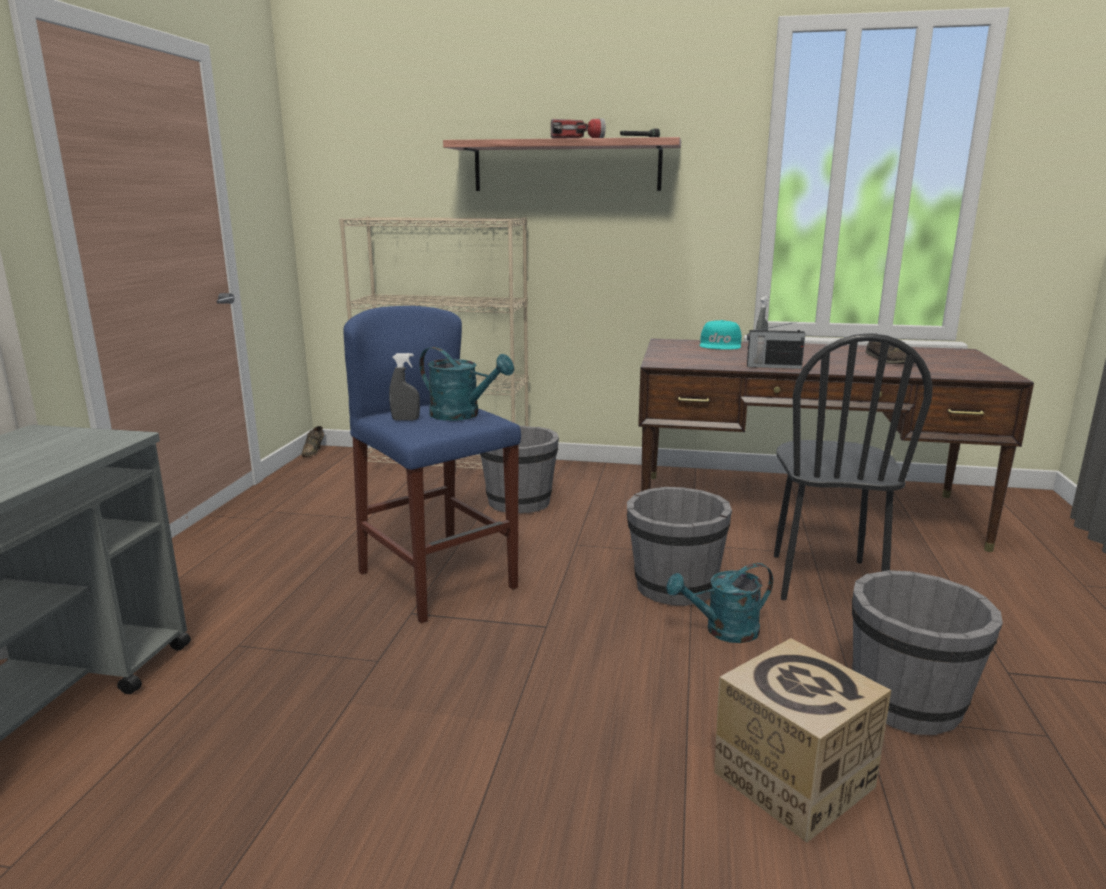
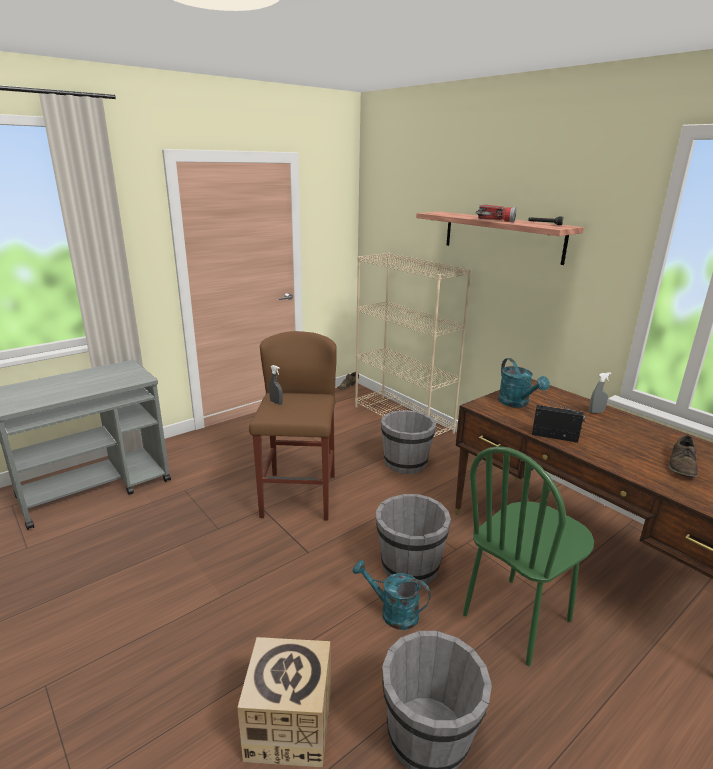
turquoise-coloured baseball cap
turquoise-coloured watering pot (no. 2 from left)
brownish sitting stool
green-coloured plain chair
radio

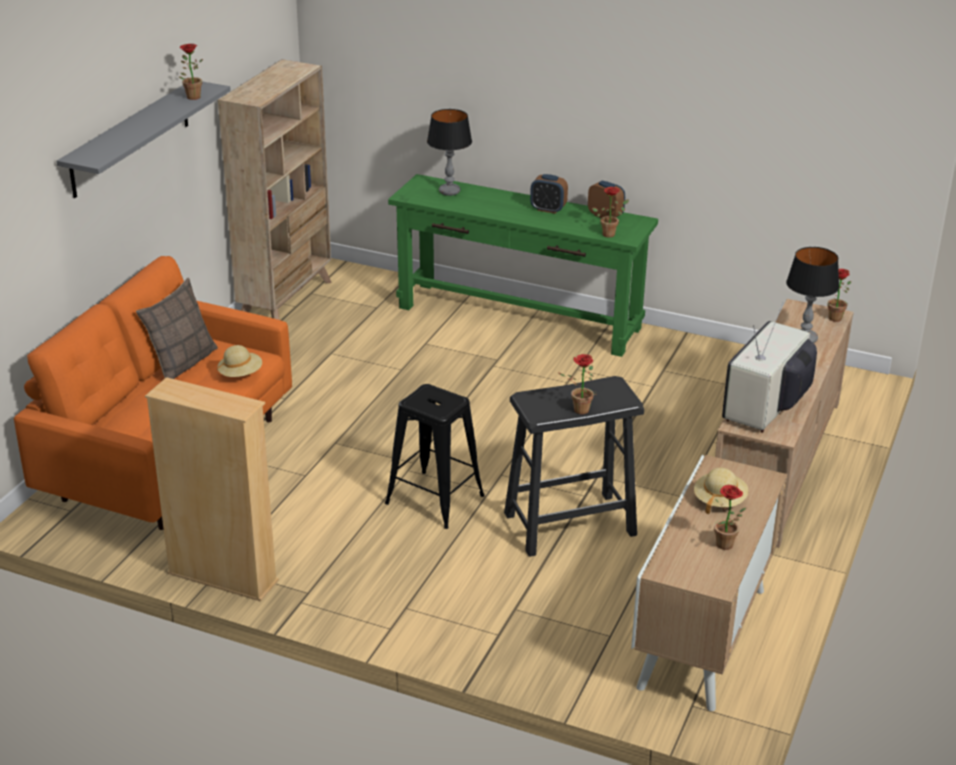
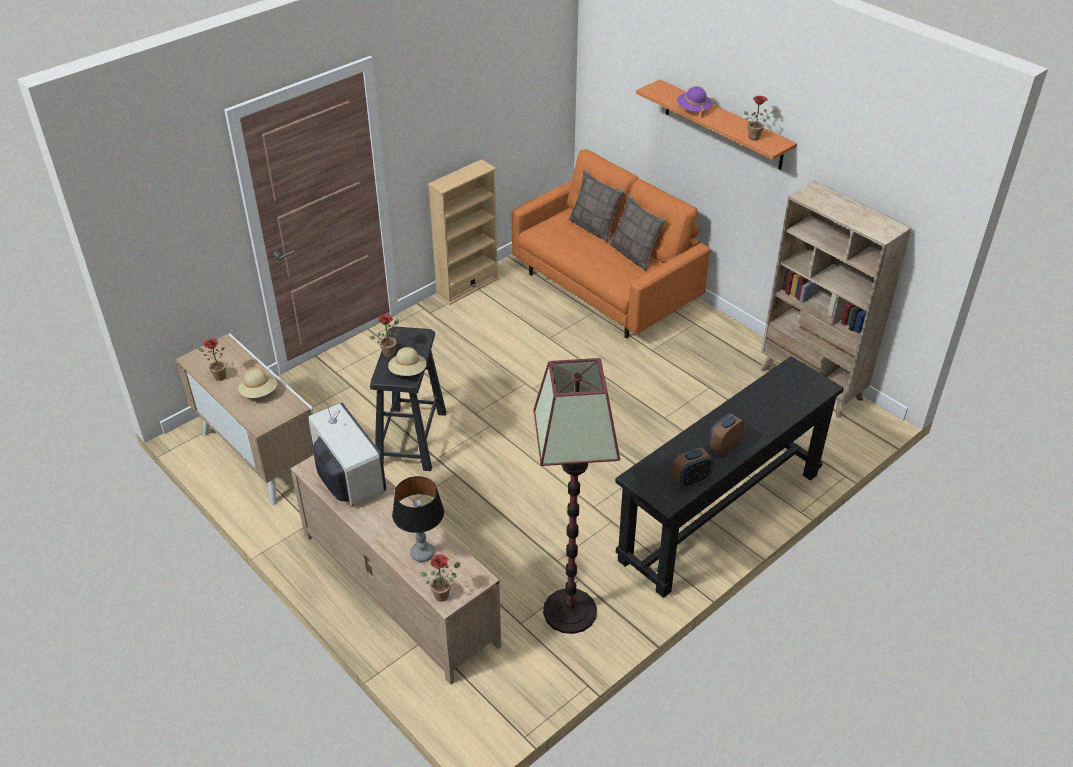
black sitting stool (no. 1 from left in the first image)
tabletop lamp (no. 1 from left in the first image)
potted plant (no. 3 from left in the first image)
floor lamp
cushion (no. 1 from left)
purplish clothing hat
beige clothing hat (no. 2 from left)
orange bracket shelf
black narrow table

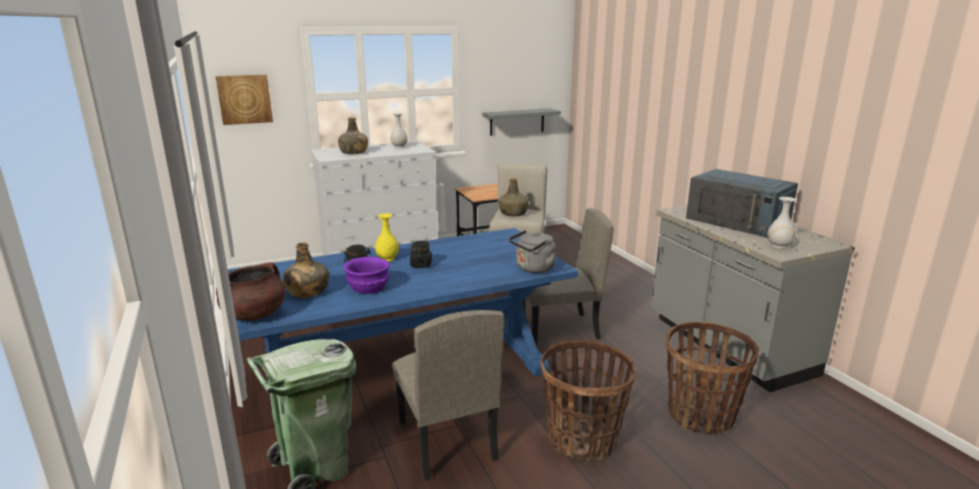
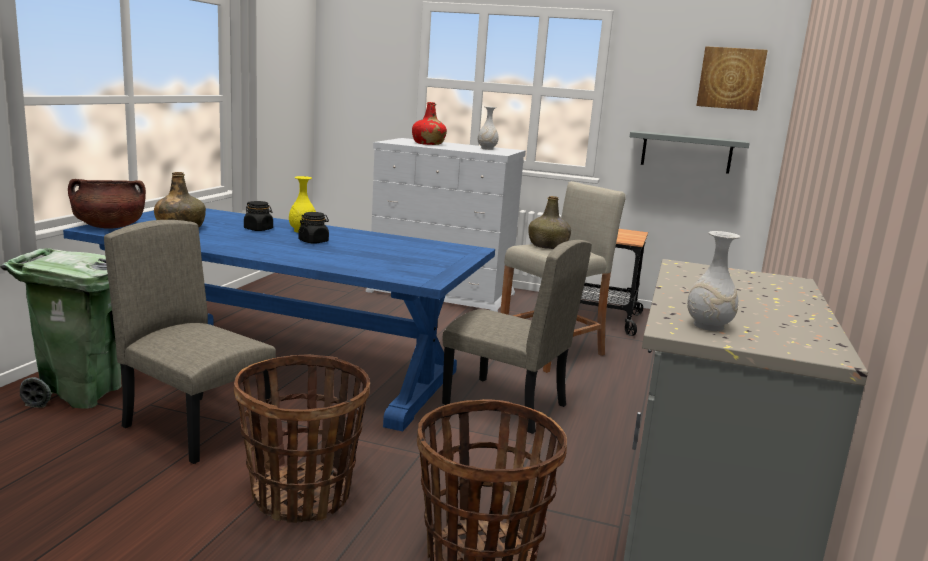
purplish deep dish
greyish water kettle
blue microwave
wall picture
red-coloured beverage bottle
beige plain chair (no. 1 from left)

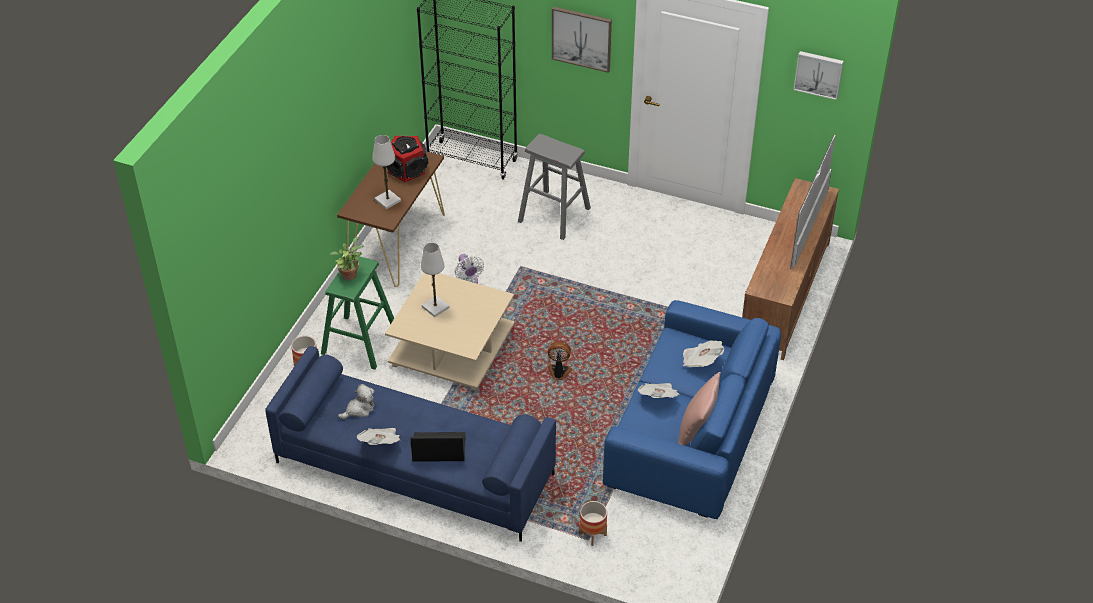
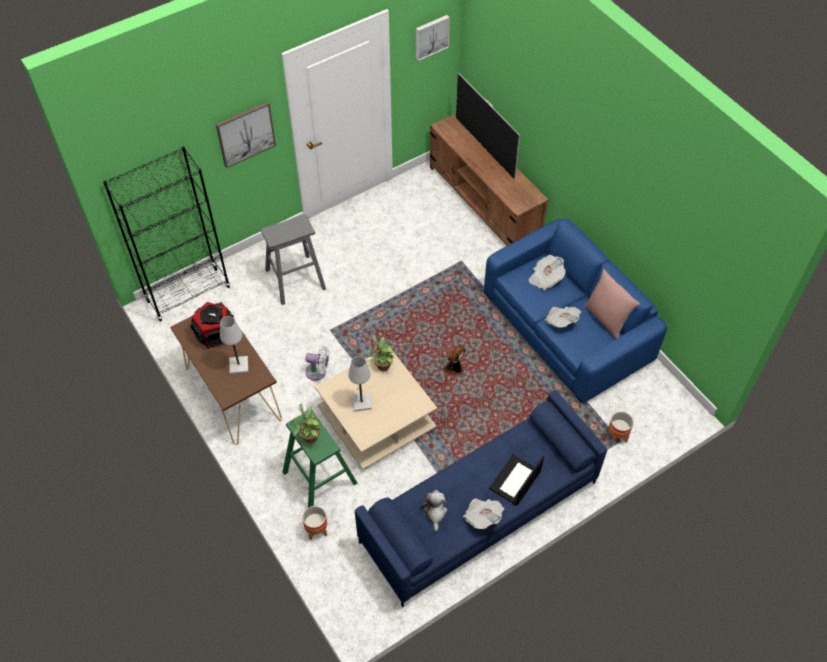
potted plant (no. 2 from left)

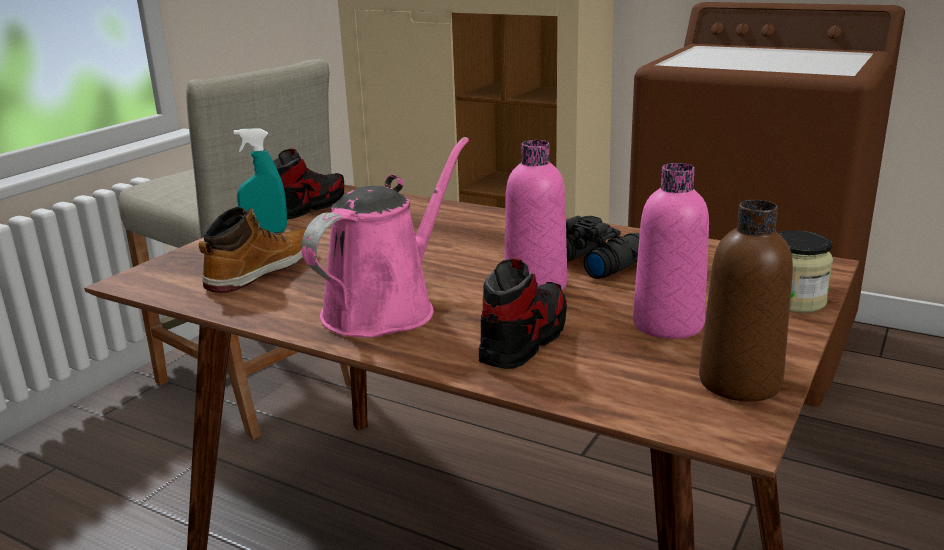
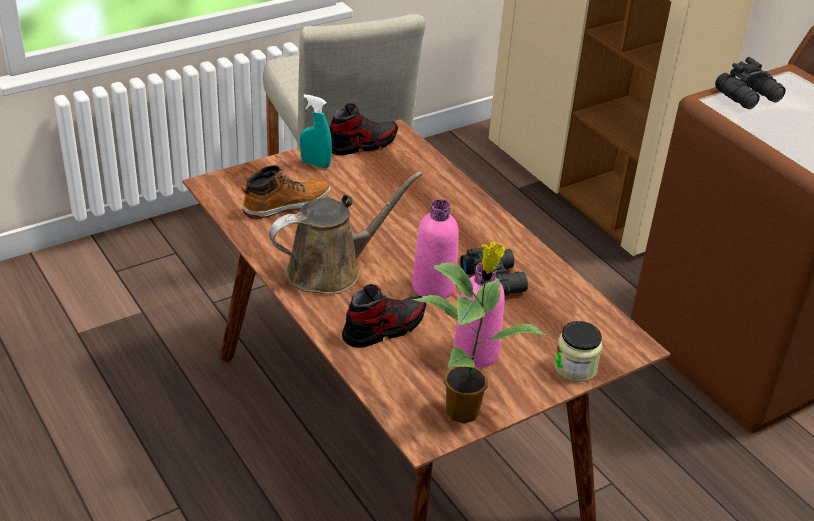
black field glasses (no. 2 from left)
potted plant
brownish watering pot

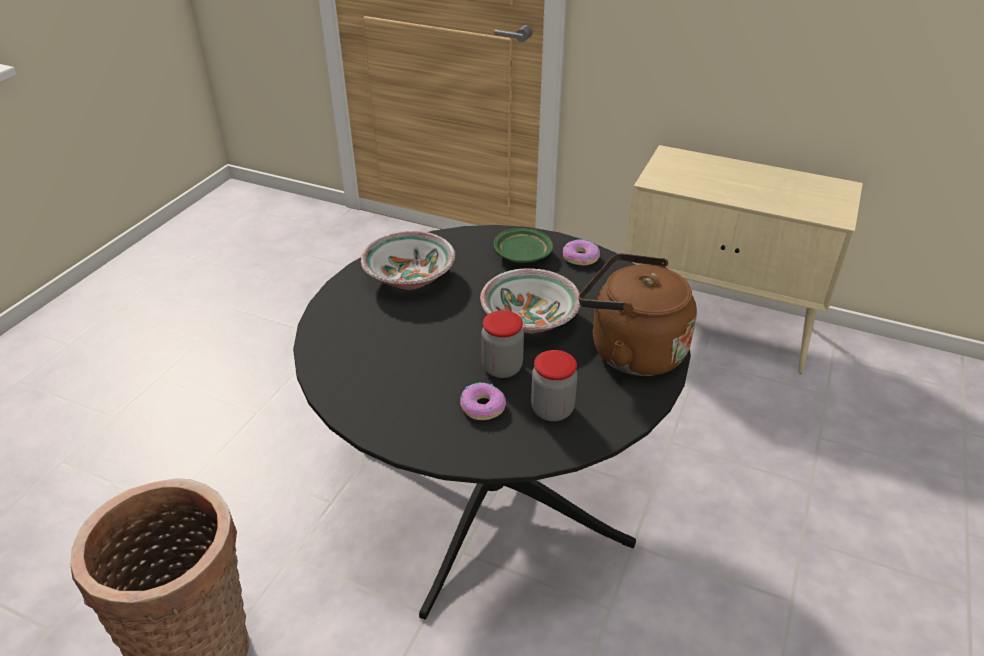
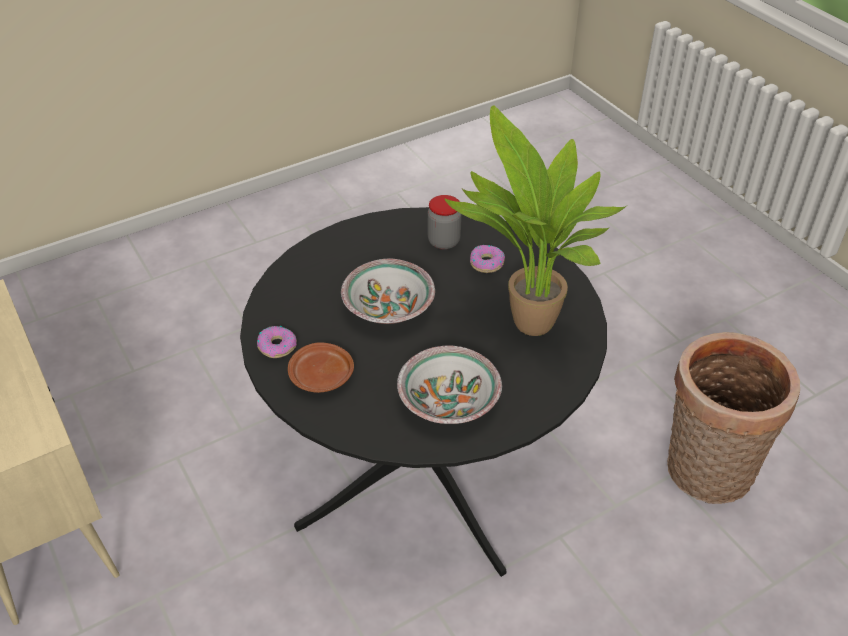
preserve jar (no. 1 from left in the first image)
brownish water kettle
potted plant
brownish dinner plate

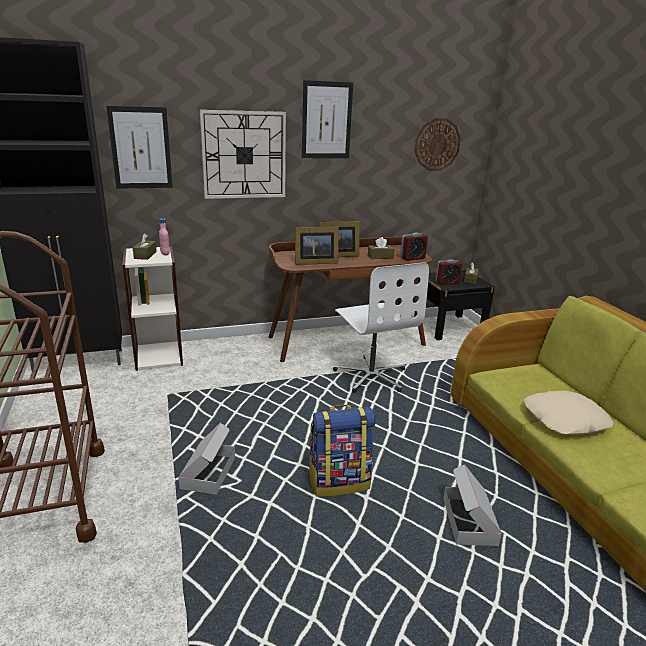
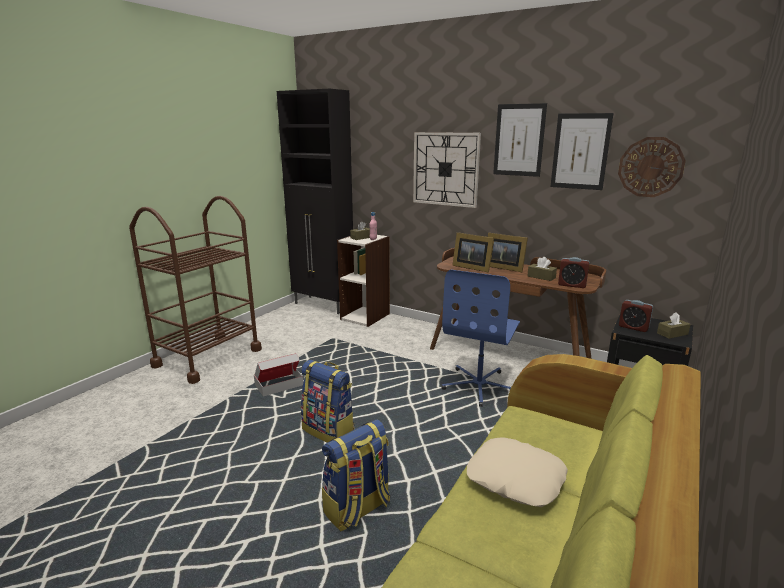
wall picture (no. 2 from left)
knapsack (no. 2 from left)
blue office chair

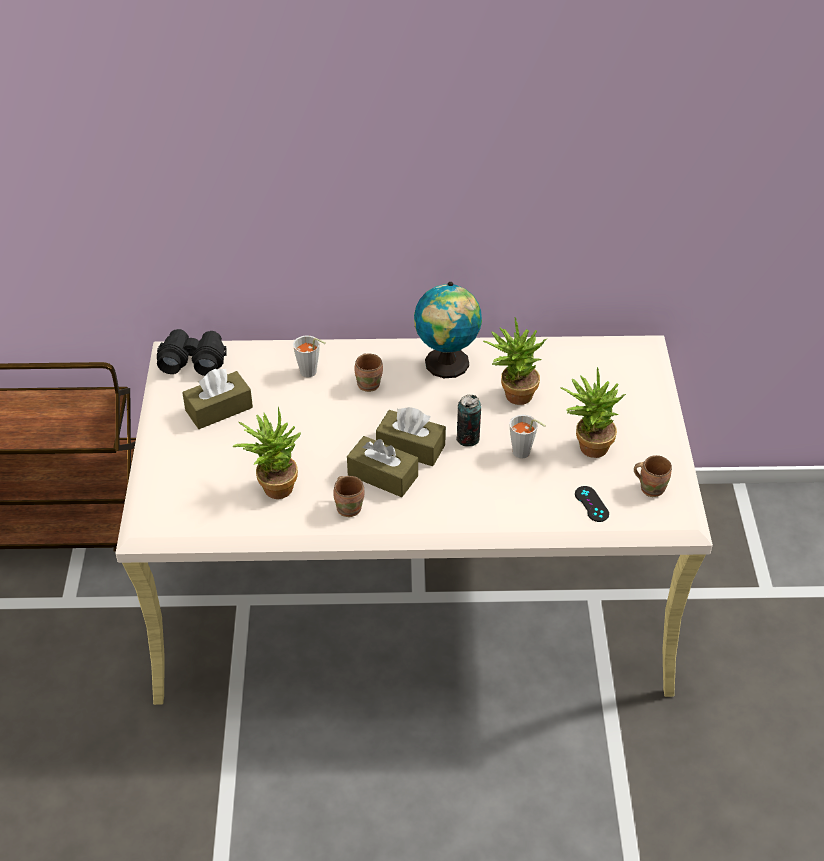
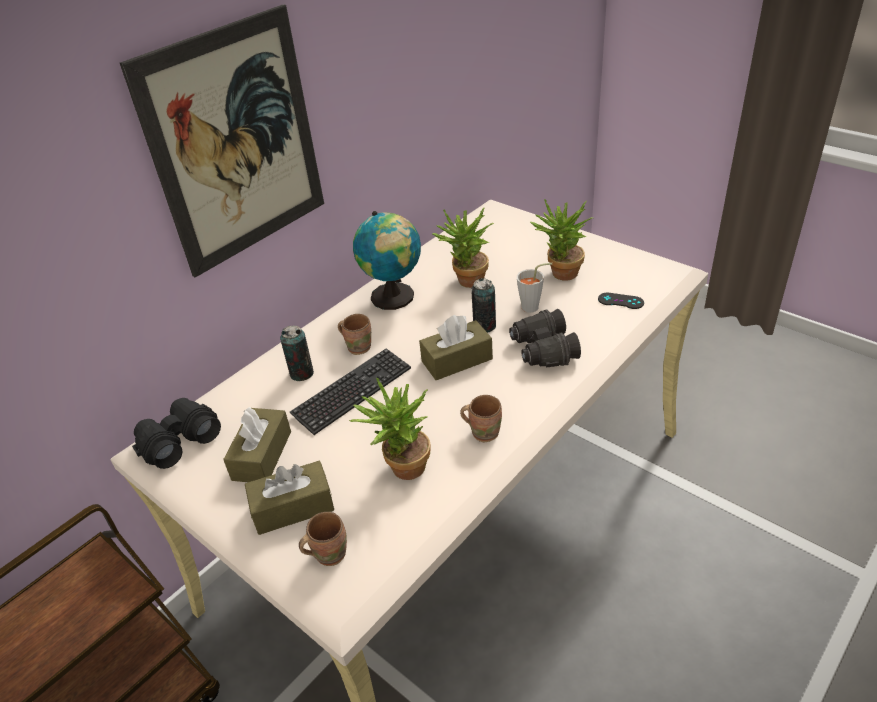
wall picture
PC keyboard
black field glasses (no. 2 from left)
brownish tissue box (no. 2 from left)
brownish mug (no. 1 from left)
can (no. 1 from left)

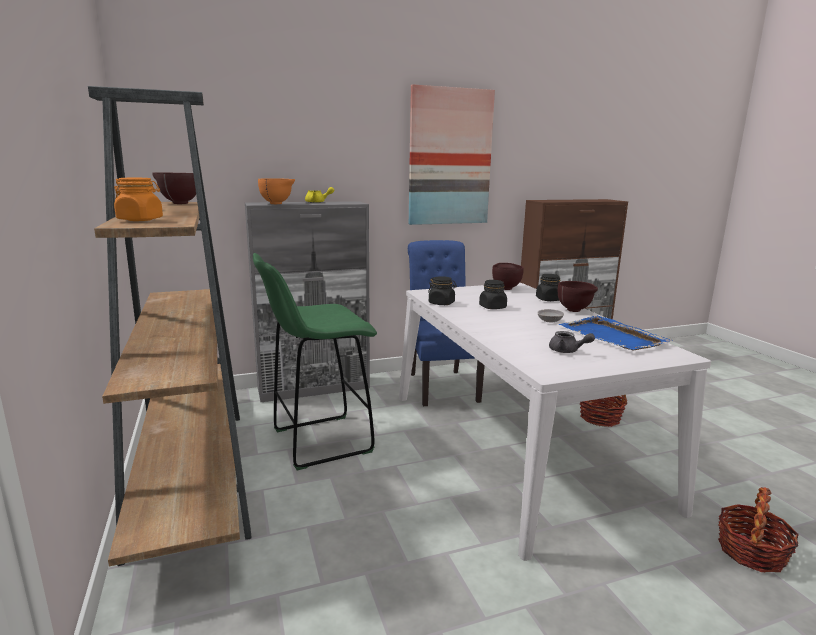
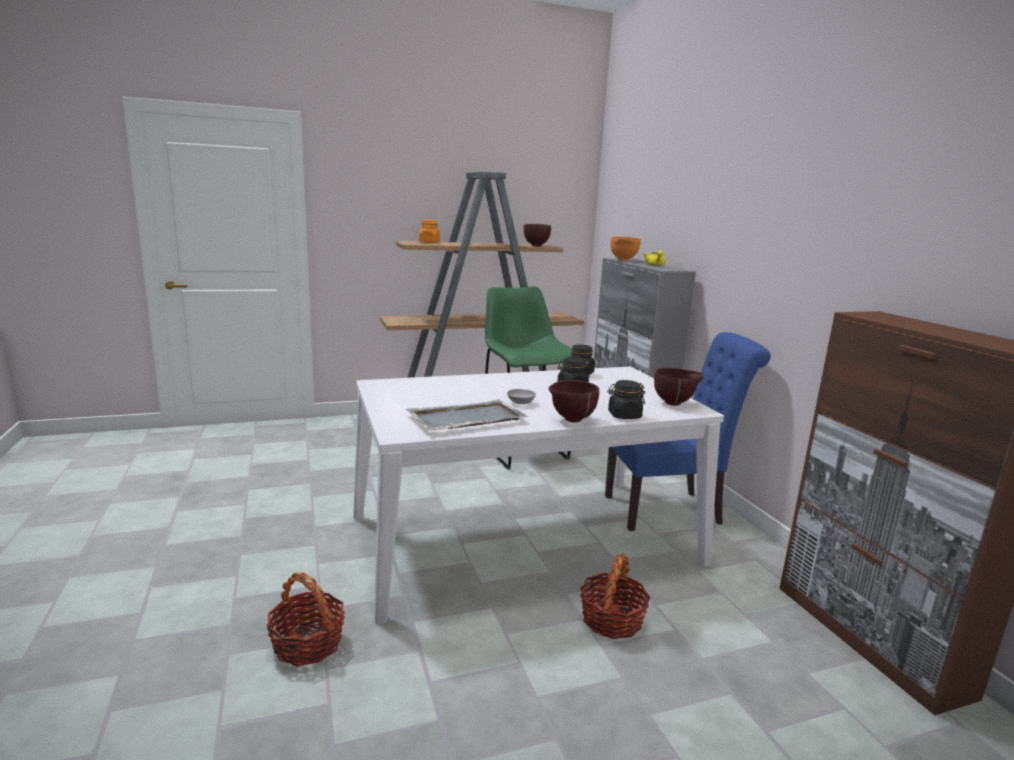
wall picture
greyish teapot
greyish tray

